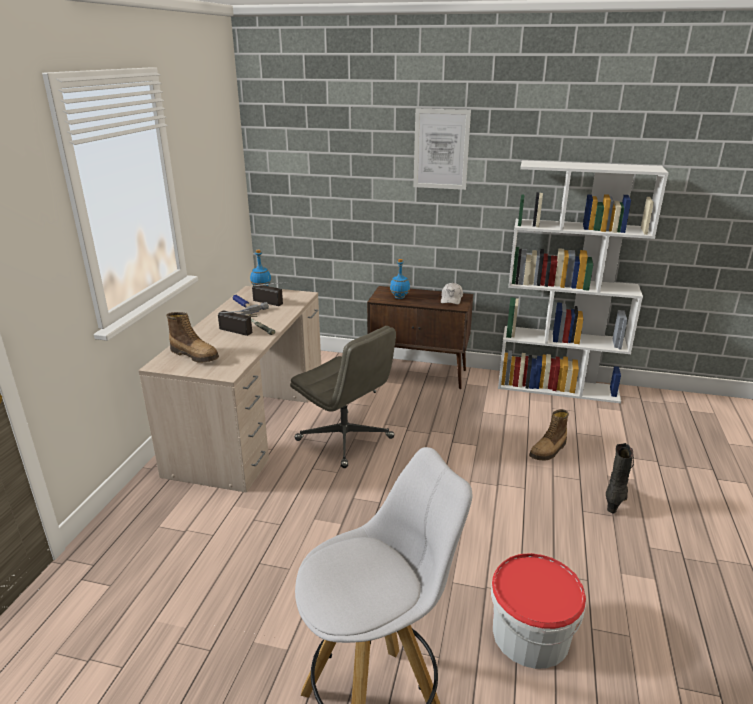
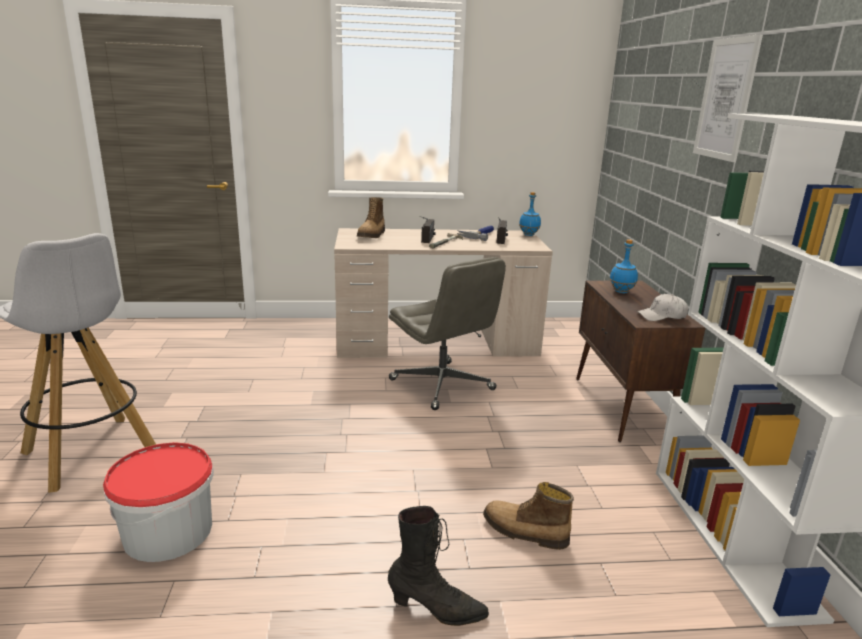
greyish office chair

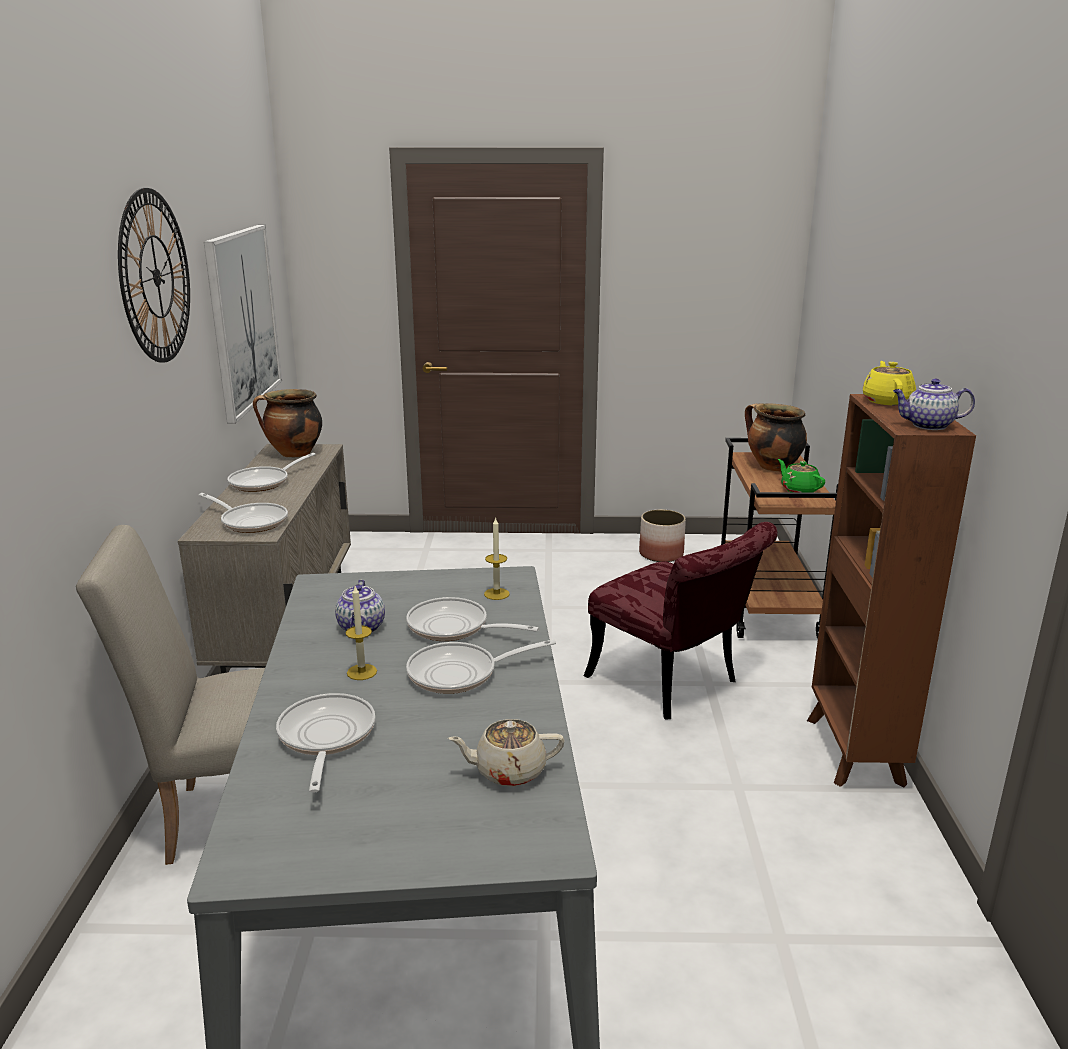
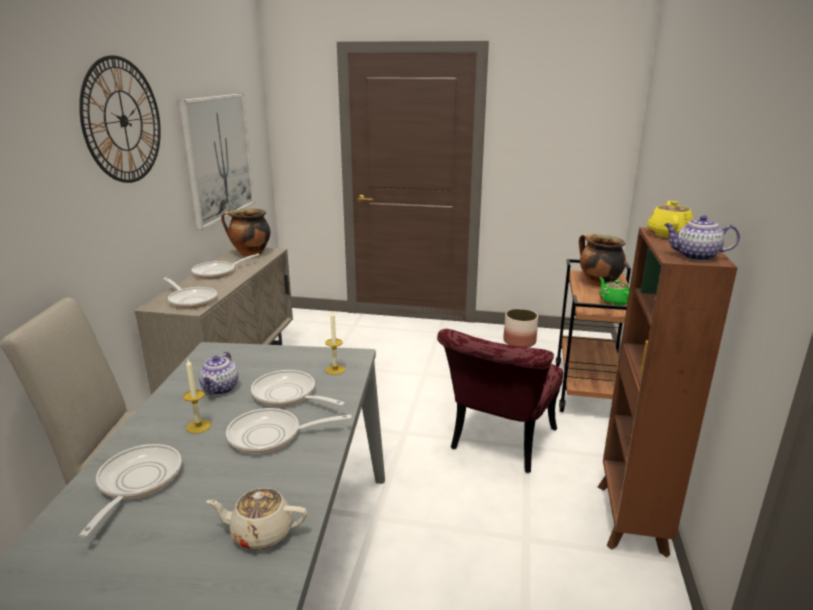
red-coloured plain chair

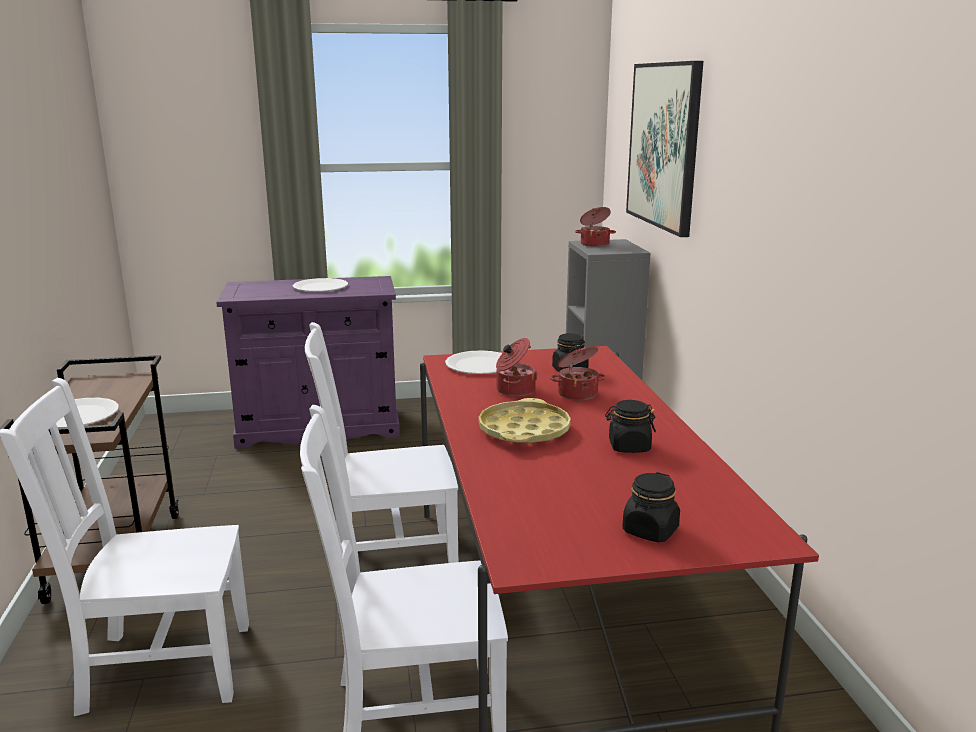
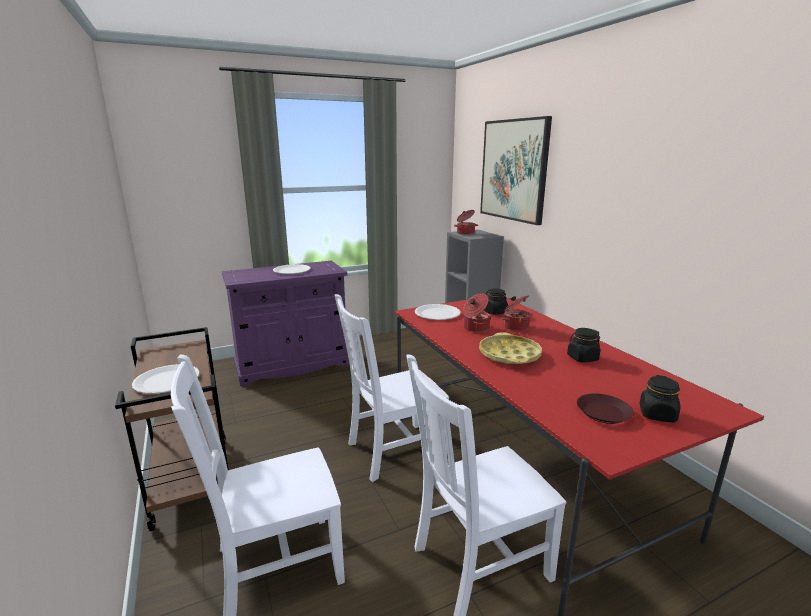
brownish dinner plate

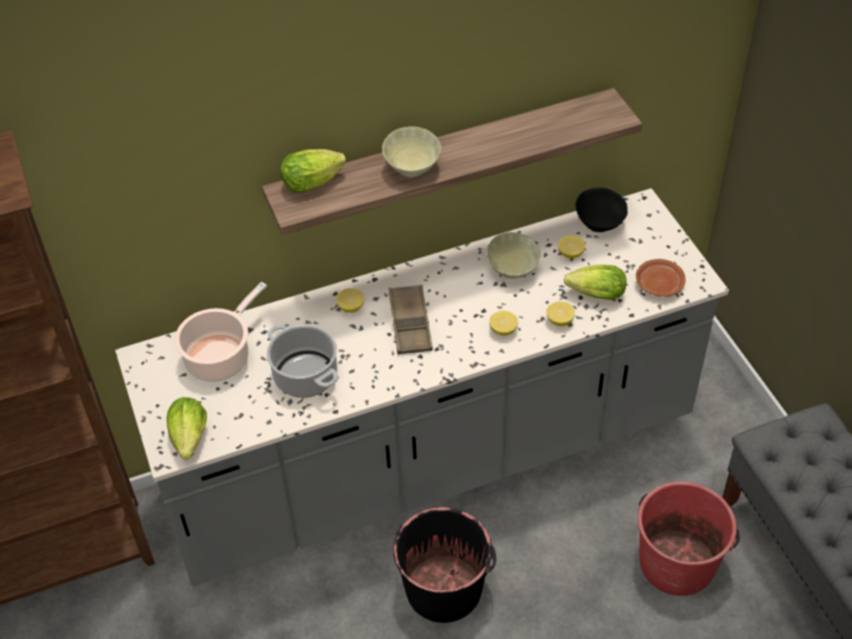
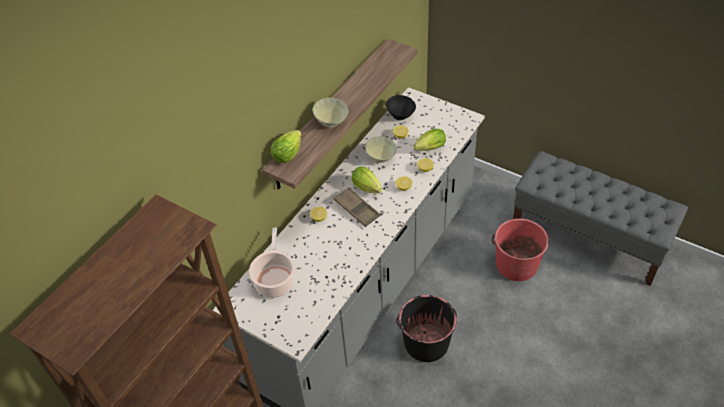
cooking pot (no. 2 from left in the first image)
brownish dinner plate
head of lettuce (no. 2 from left)

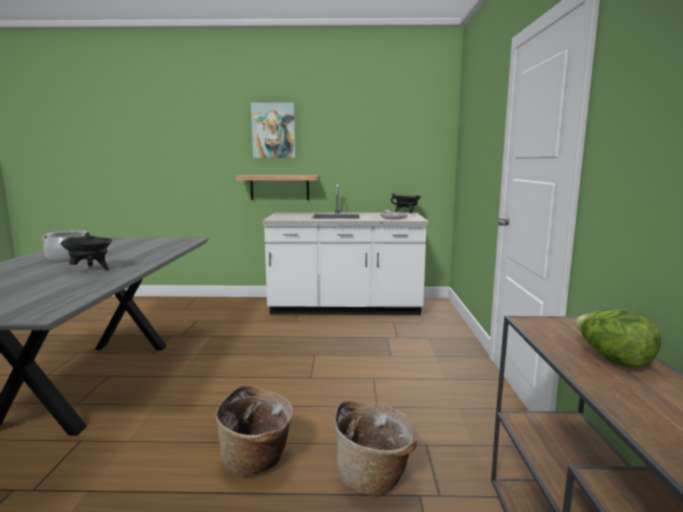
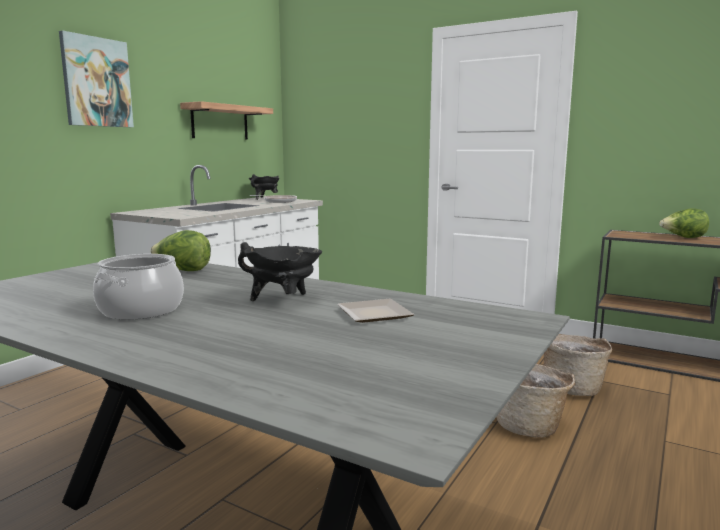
head of lettuce (no. 1 from left)
dinner plate
bracket shelf

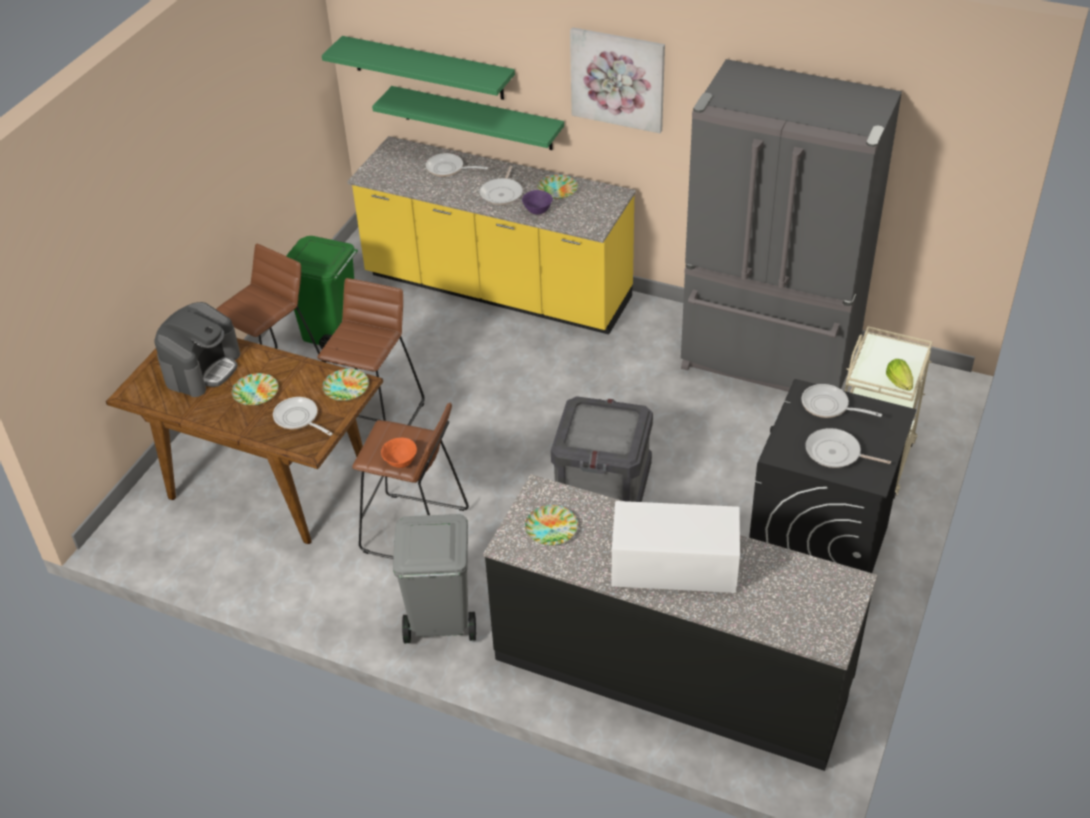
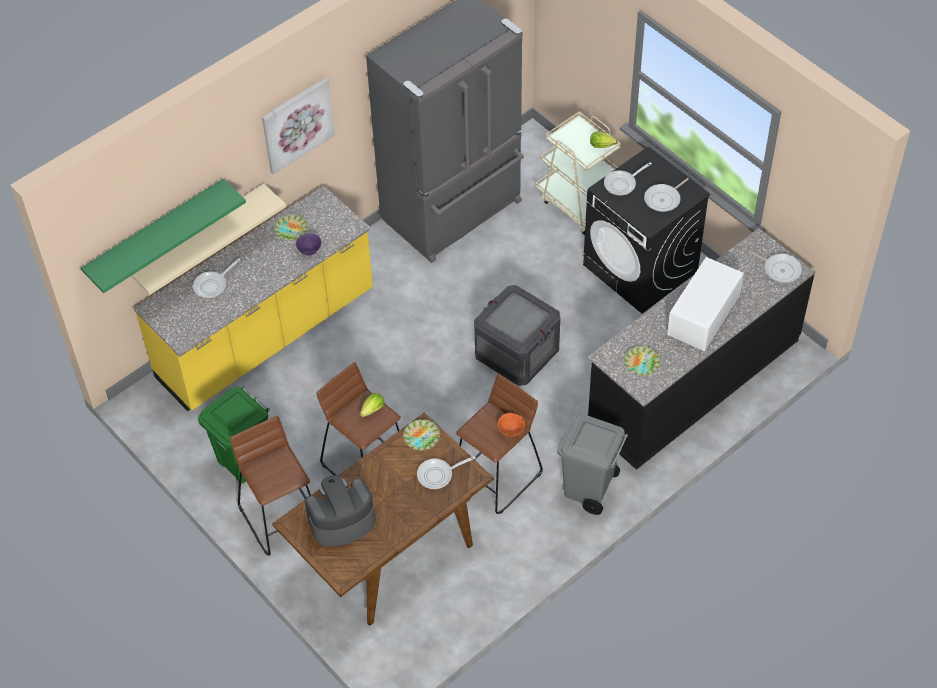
dinner plate (no. 1 from left in the first image)
head of lettuce (no. 1 from left)
skillet (no. 5 from left)
beige bracket shelf
coffee brewer

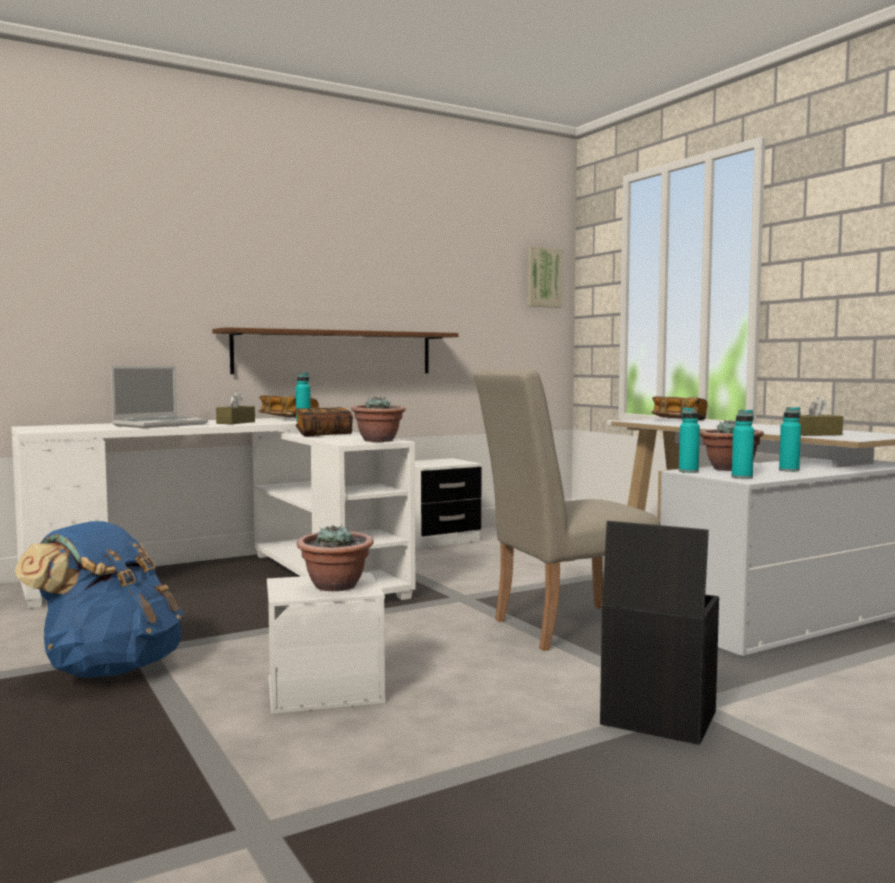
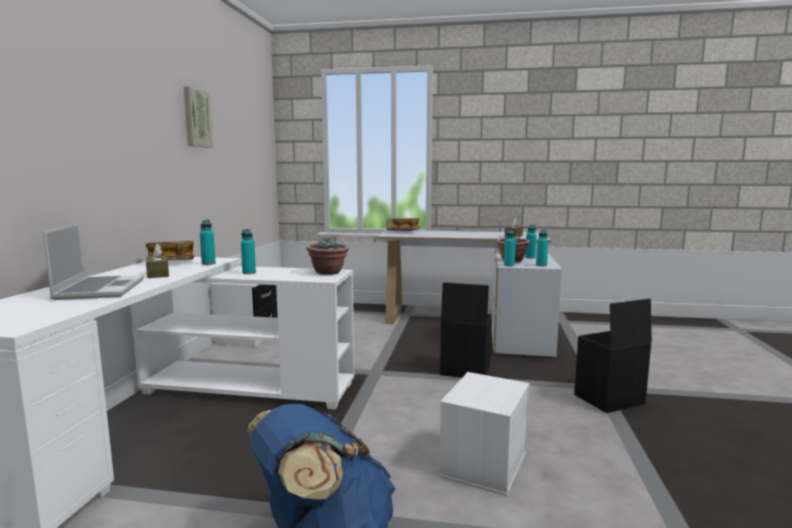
brownish bracket shelf
potted plant (no. 1 from left in the first image)
wall picture
turquoise-coloured beverage bottle (no. 2 from left)
black storage bin (no. 1 from left)

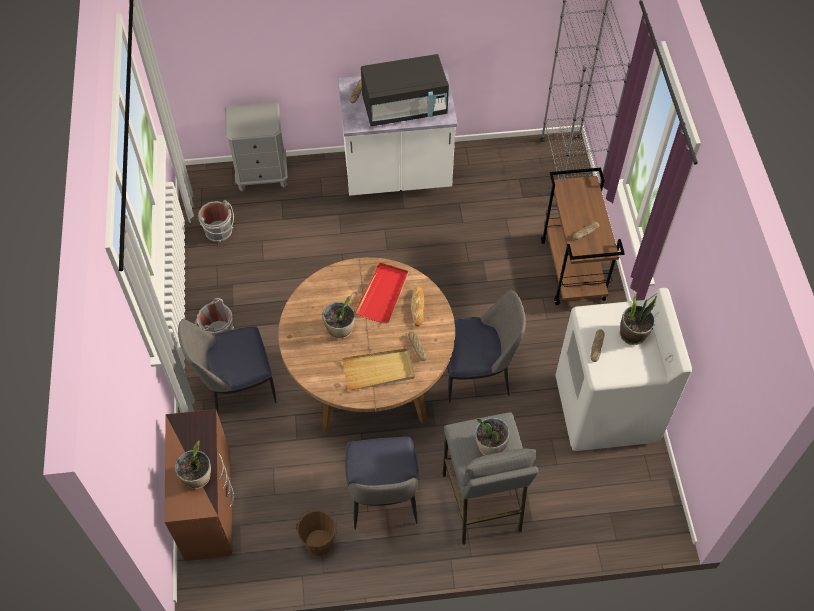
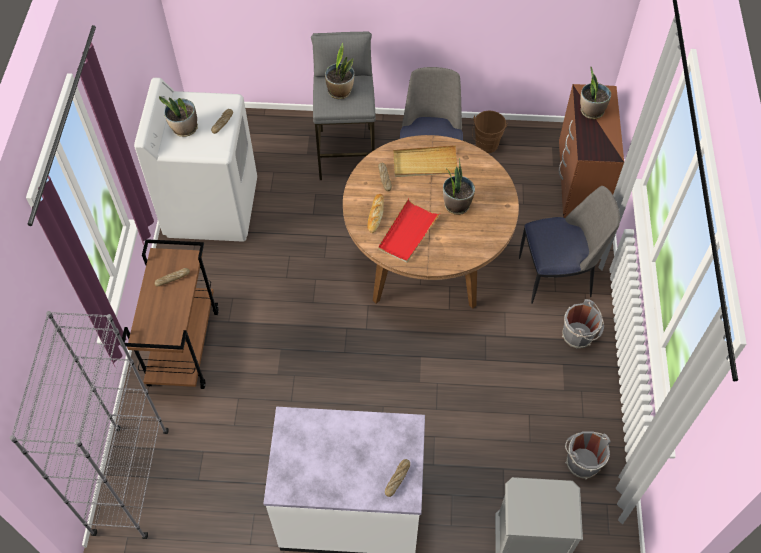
black microwave
plain chair (no. 3 from left in the first image)

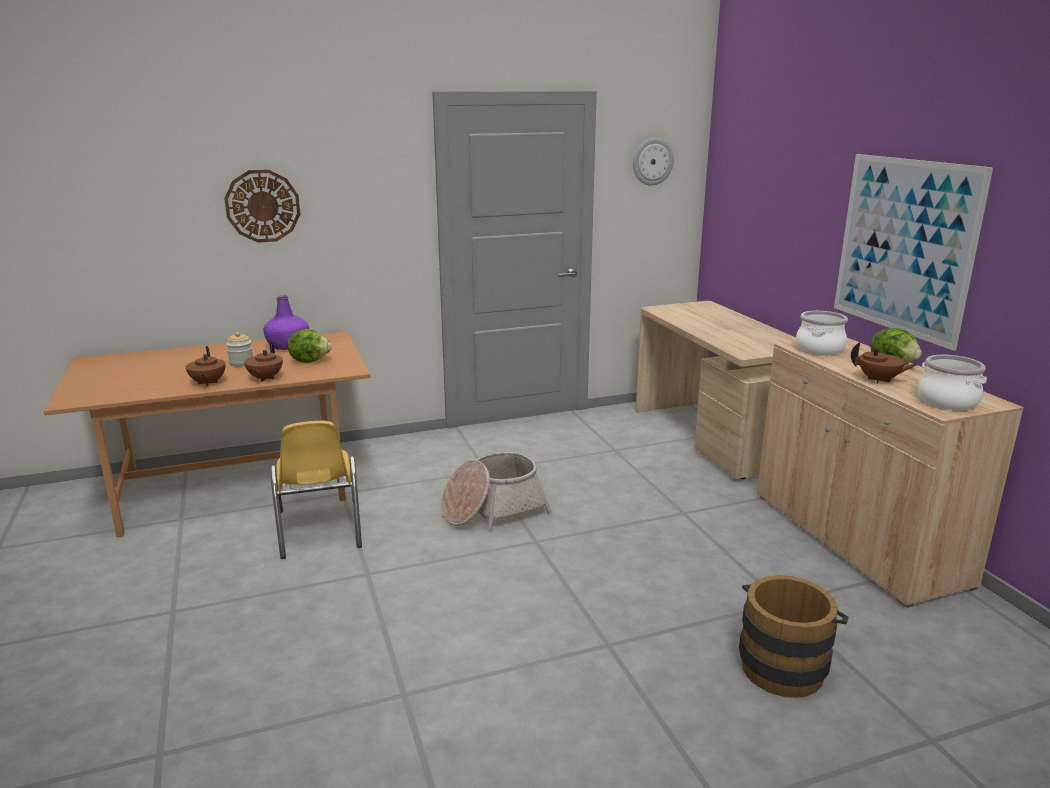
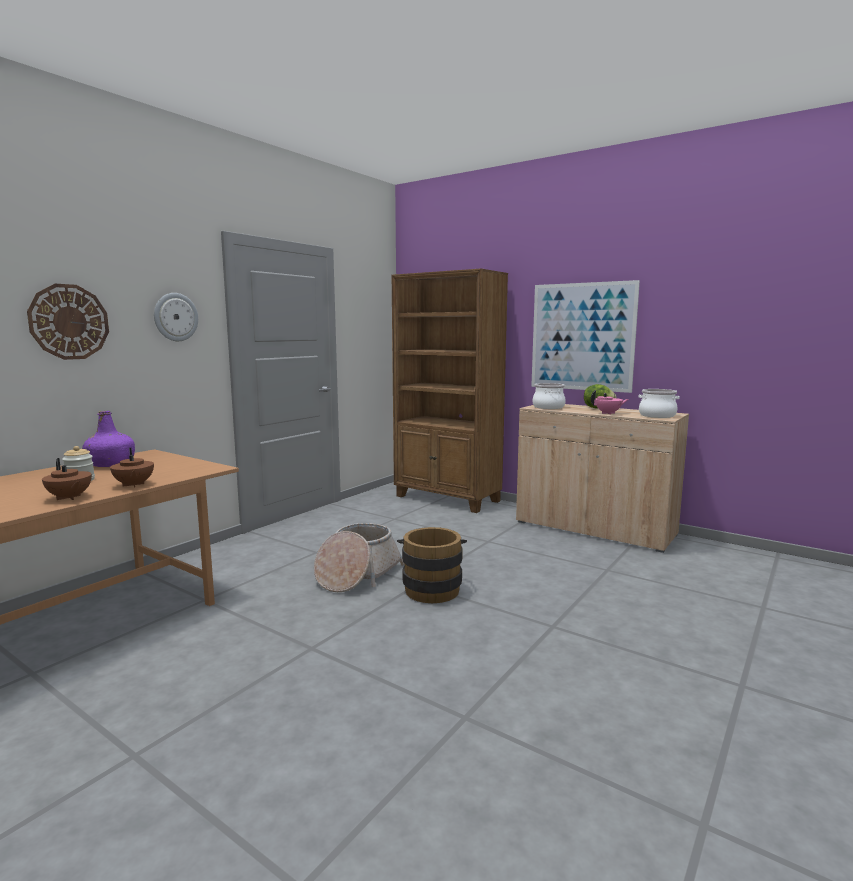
yellowish plain chair
head of lettuce (no. 1 from left in the first image)
wall clock (no. 2 from left)
brownish water bucket
brownish shelving unit
pinkish teapot

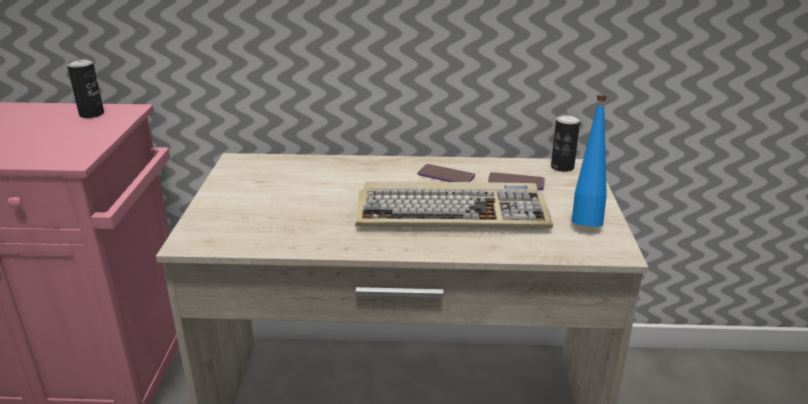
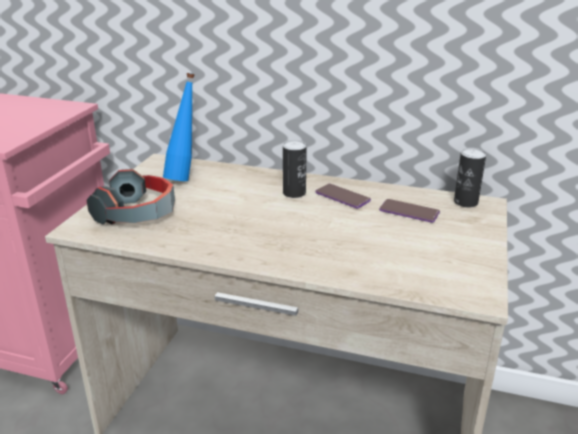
PC keyboard
headset
can (no. 1 from left)
blue beverage bottle

